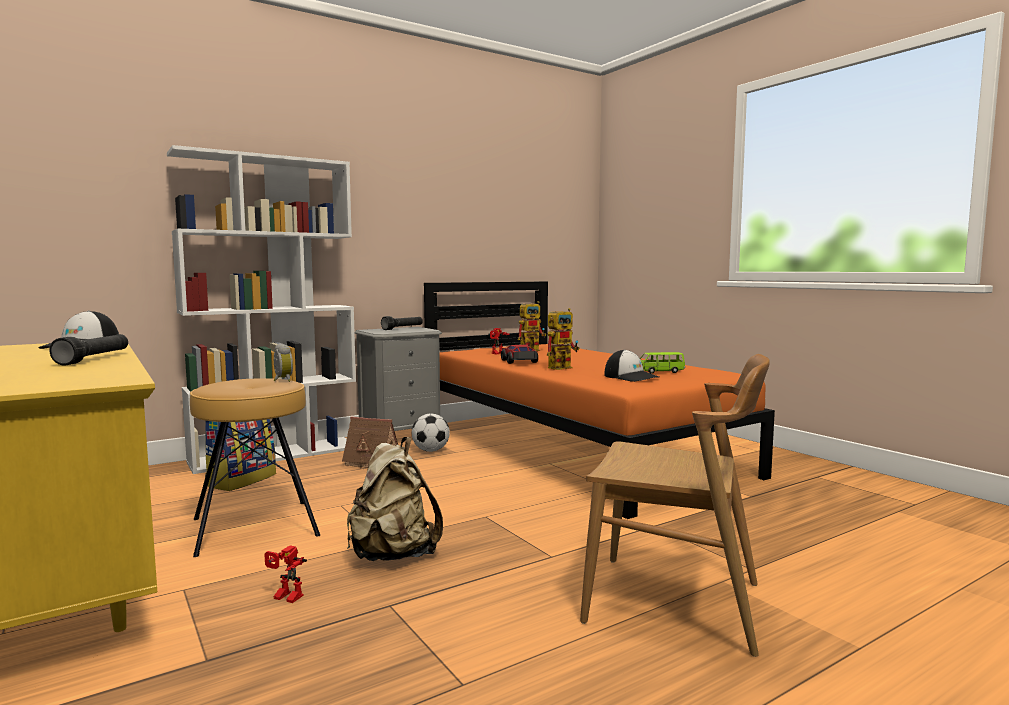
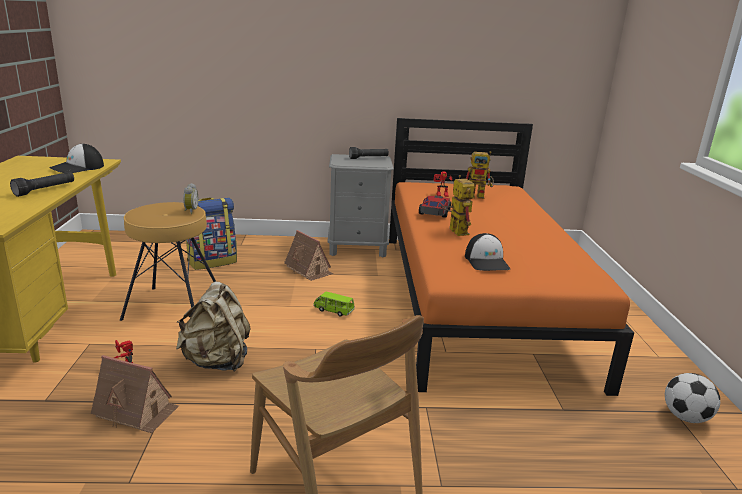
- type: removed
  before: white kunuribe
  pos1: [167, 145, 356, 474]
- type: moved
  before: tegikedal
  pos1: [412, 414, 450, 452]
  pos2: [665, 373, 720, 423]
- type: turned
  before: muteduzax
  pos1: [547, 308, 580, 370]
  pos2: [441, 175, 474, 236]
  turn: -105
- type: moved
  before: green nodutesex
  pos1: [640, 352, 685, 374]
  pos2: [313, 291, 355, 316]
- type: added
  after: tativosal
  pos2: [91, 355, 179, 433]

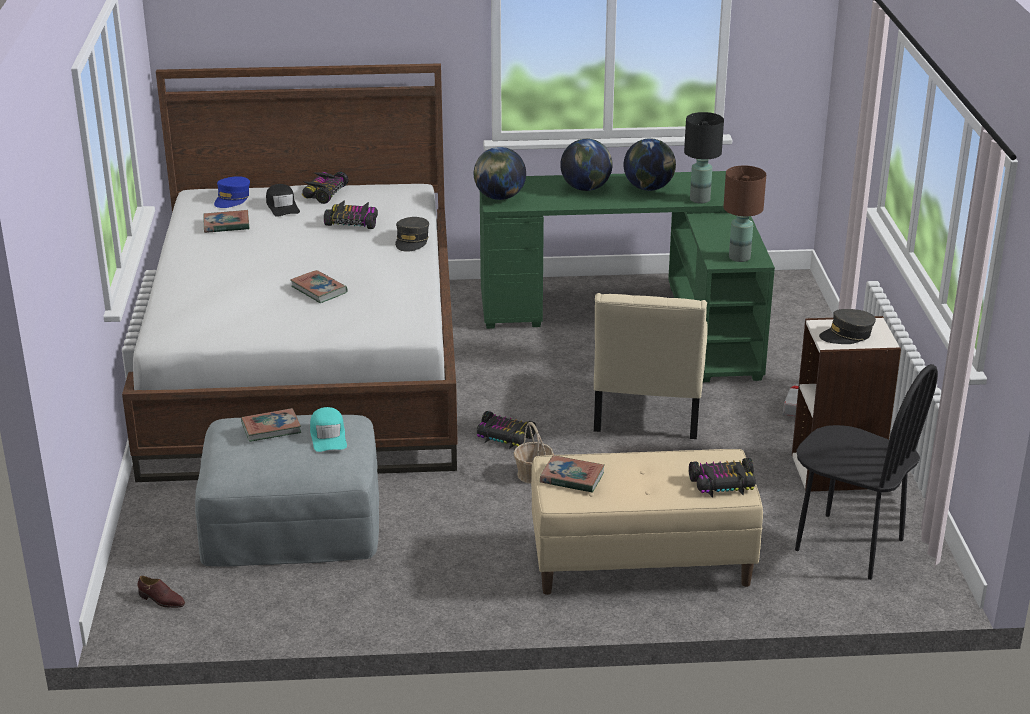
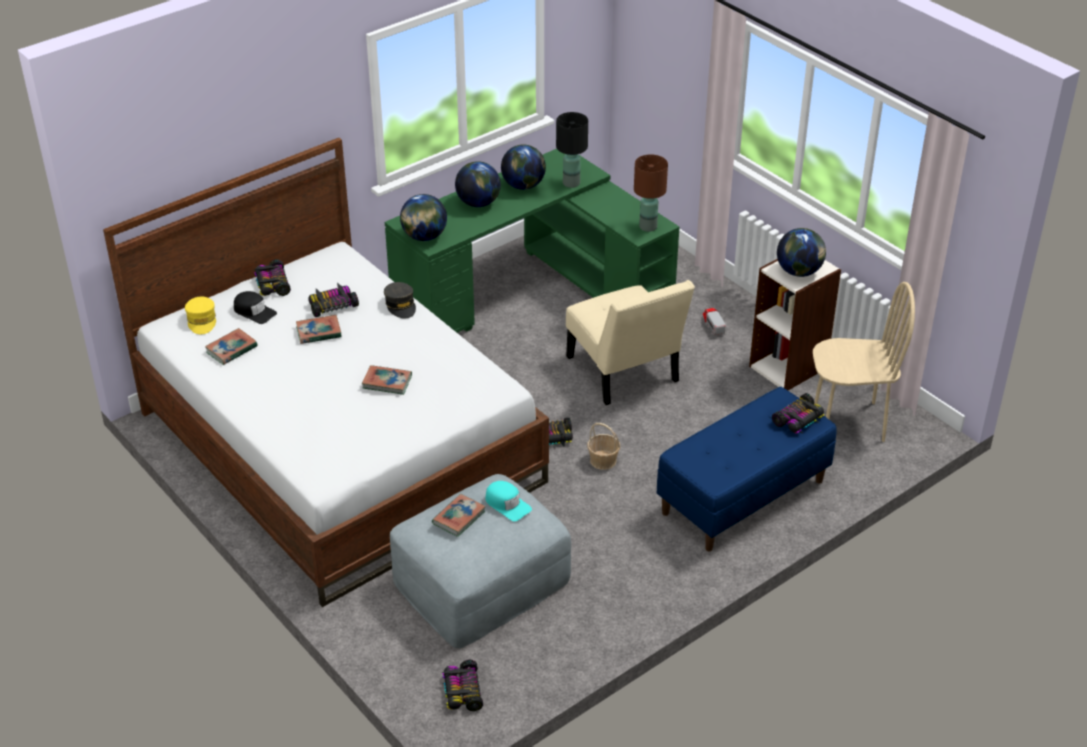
- type: replaced
  before: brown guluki
  after: nodutesex
  pos1: [137, 576, 185, 608]
  pos2: [442, 660, 483, 711]
- type: recoloured
  before: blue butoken
  after: yellow butoken
  pos1: [214, 176, 250, 208]
  pos2: [185, 297, 216, 334]
- type: recoloured
  before: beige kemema
  after: blue kemema
  pos1: [531, 449, 763, 595]
  pos2: [657, 387, 837, 552]
- type: moved
  before: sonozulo
  pos1: [540, 455, 605, 493]
  pos2: [296, 315, 342, 344]
- type: recoloured
  before: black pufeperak
  after: beige pufeperak
  pos1: [795, 364, 938, 580]
  pos2: [813, 282, 915, 442]
- type: replaced
  before: grey butoken
  after: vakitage
  pos1: [819, 309, 876, 344]
  pos2: [777, 228, 826, 277]

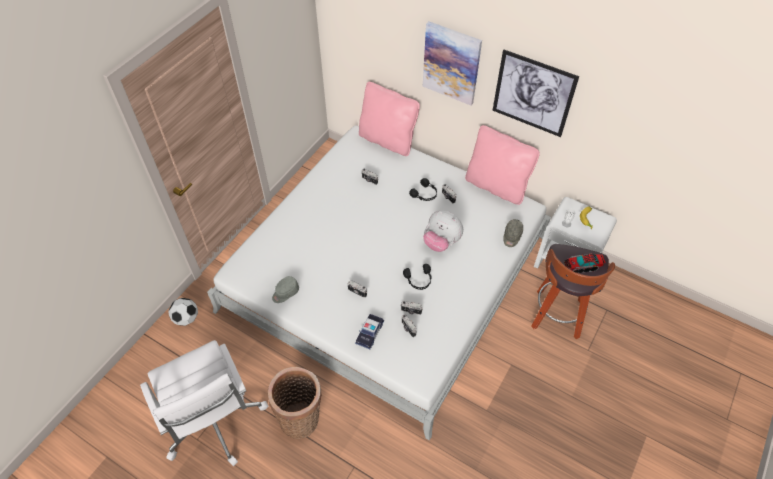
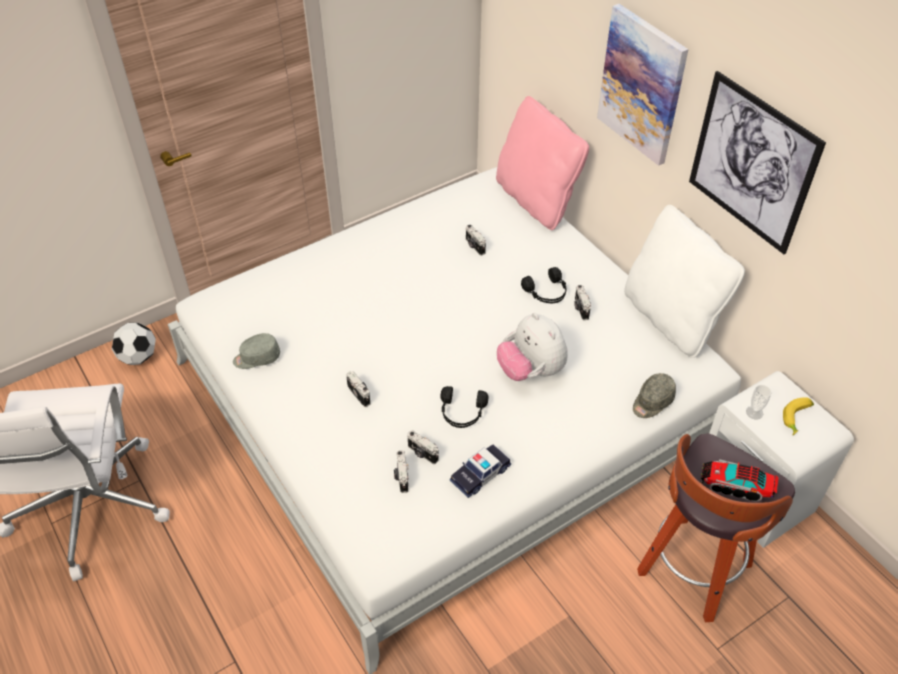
- type: removed
  before: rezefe
  pos1: [268, 367, 322, 439]
- type: moved
  before: nodutesex
  pos1: [355, 314, 384, 349]
  pos2: [450, 445, 511, 498]
- type: recoloured
  before: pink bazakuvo
  after: white bazakuvo
  pos1: [465, 125, 540, 205]
  pos2: [624, 205, 745, 358]

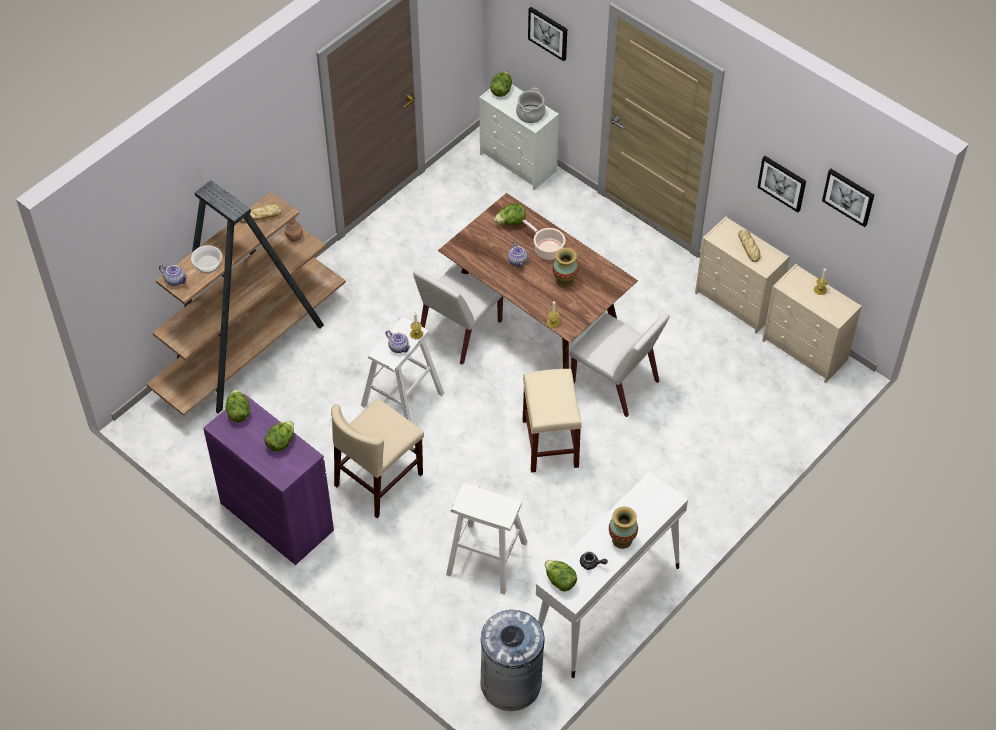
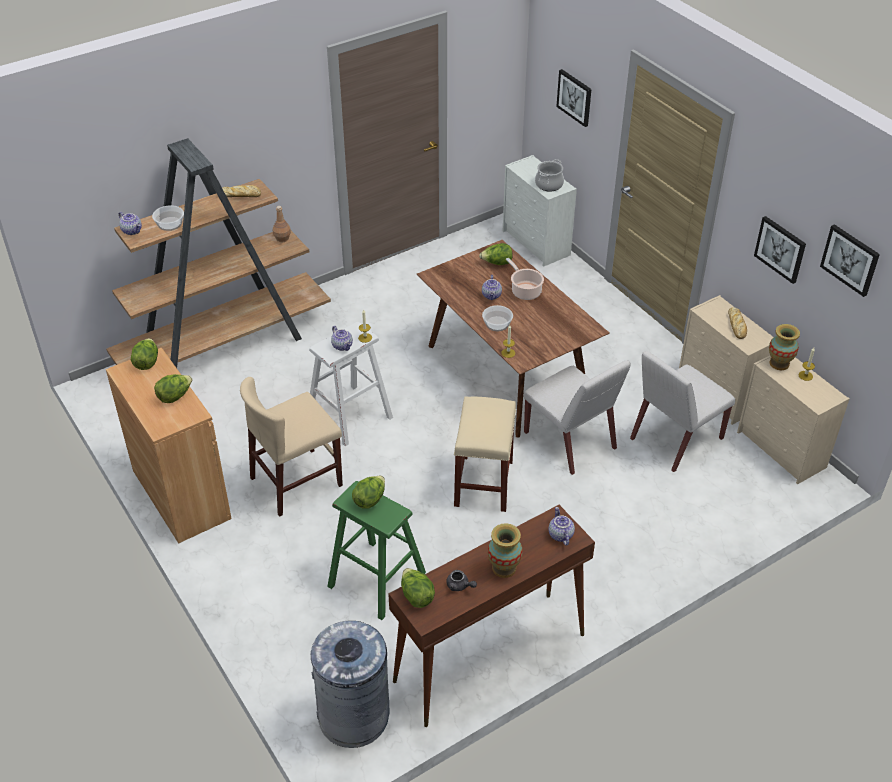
- type: recoloured
  before: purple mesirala
  after: brown mesirala
  pos1: [203, 394, 334, 565]
  pos2: [106, 348, 232, 543]
- type: moved
  before: white pufeperak
  pos1: [413, 263, 503, 365]
  pos2: [630, 351, 735, 472]
- type: recoloured
  before: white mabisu
  after: green mabisu
  pos1: [446, 483, 527, 595]
  pos2: [327, 481, 426, 620]
- type: moved
  before: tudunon
  pos1: [490, 71, 512, 97]
  pos2: [352, 476, 385, 509]
- type: recoloured
  before: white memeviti
  after: brown memeviti
  pos1: [536, 472, 688, 678]
  pos2: [388, 505, 595, 727]
- type: moved
  before: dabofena
  pos1: [552, 248, 579, 288]
  pos2: [769, 324, 800, 370]
- type: added
  after: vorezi
  pos2: [482, 305, 513, 331]
- type: added
  after: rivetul
  pos2: [549, 507, 575, 546]

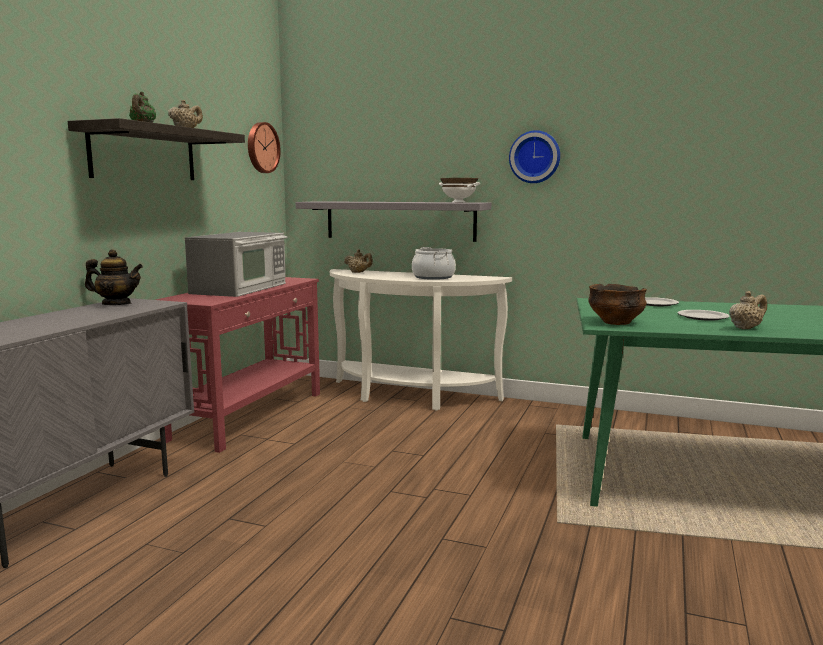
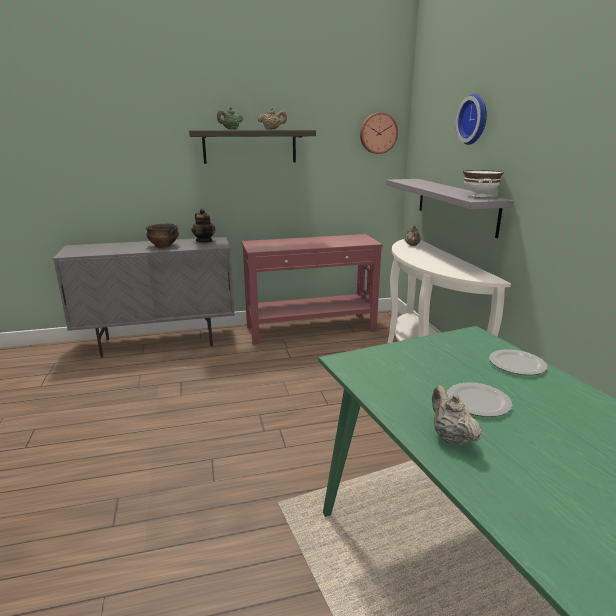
- type: removed
  before: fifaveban
  pos1: [185, 232, 288, 297]
- type: removed
  before: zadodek
  pos1: [412, 247, 456, 280]
- type: moved
  before: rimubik
  pos1: [509, 130, 560, 183]
  pos2: [456, 94, 487, 145]
- type: moved
  before: vorezi
  pos1: [588, 284, 647, 325]
  pos2: [146, 223, 179, 248]
- type: turned
  before: beige rivetul
  pos1: [729, 291, 767, 329]
  pos2: [432, 385, 481, 446]
  turn: -135

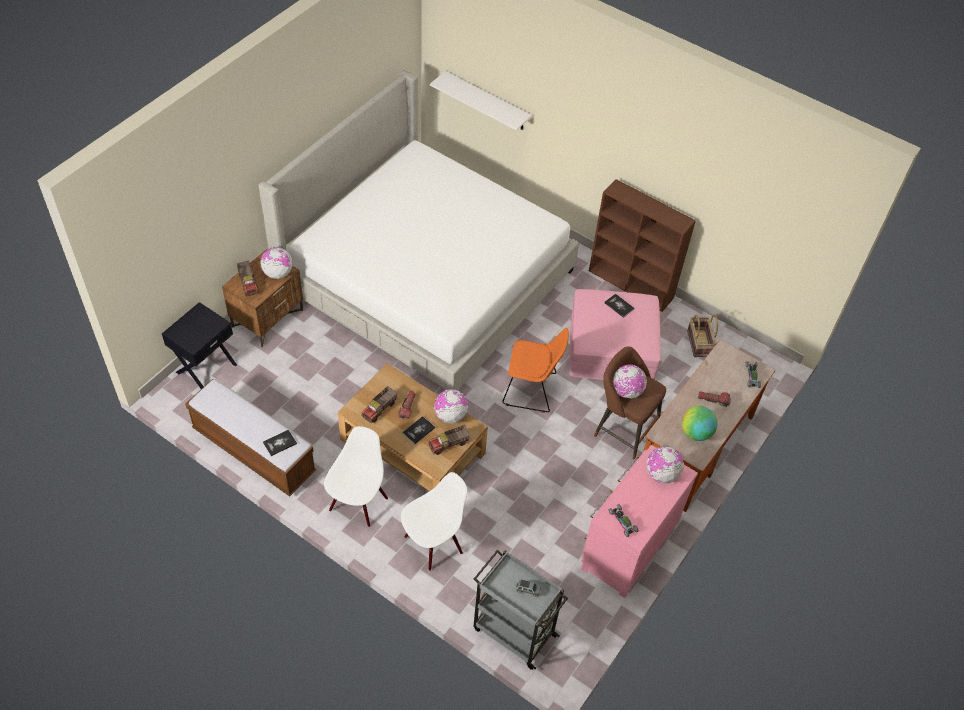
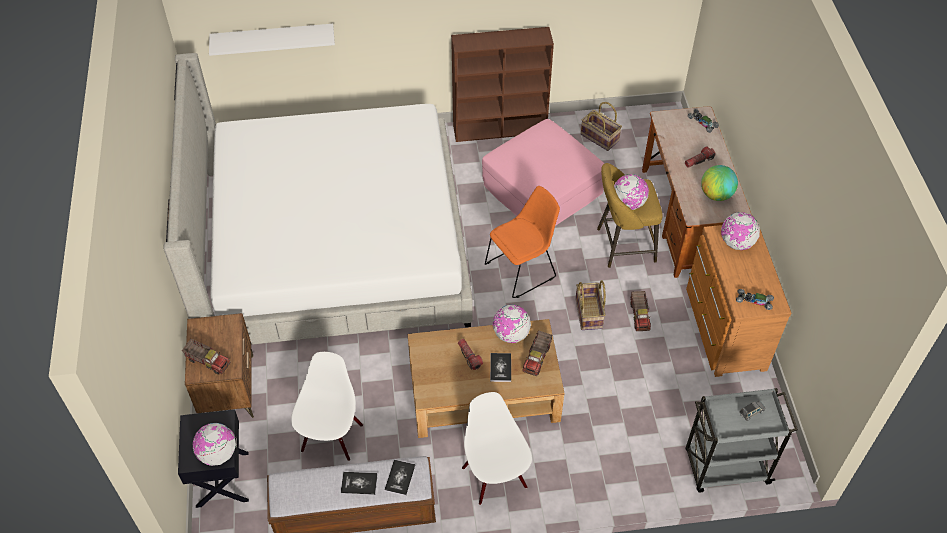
- type: moved
  before: vakitage
  pos1: [260, 247, 293, 279]
  pos2: [193, 423, 236, 466]
- type: moved
  before: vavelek
  pos1: [362, 386, 397, 423]
  pos2: [631, 291, 651, 331]
- type: moved
  before: white pufeperak
  pos1: [401, 472, 467, 571]
  pos2: [291, 352, 363, 461]
- type: recoloured
  before: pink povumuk
  after: brown povumuk
  pos1: [581, 445, 698, 598]
  pos2: [686, 225, 791, 377]
- type: recoloured
  before: brown mabisu
  after: yellow mabisu
  pos1: [594, 346, 666, 460]
  pos2: [597, 163, 663, 268]
- type: moved
  before: sonozulo
  pos1: [604, 293, 634, 318]
  pos2: [341, 472, 378, 495]
- type: added
  after: rezefe
  pos2: [575, 280, 606, 330]

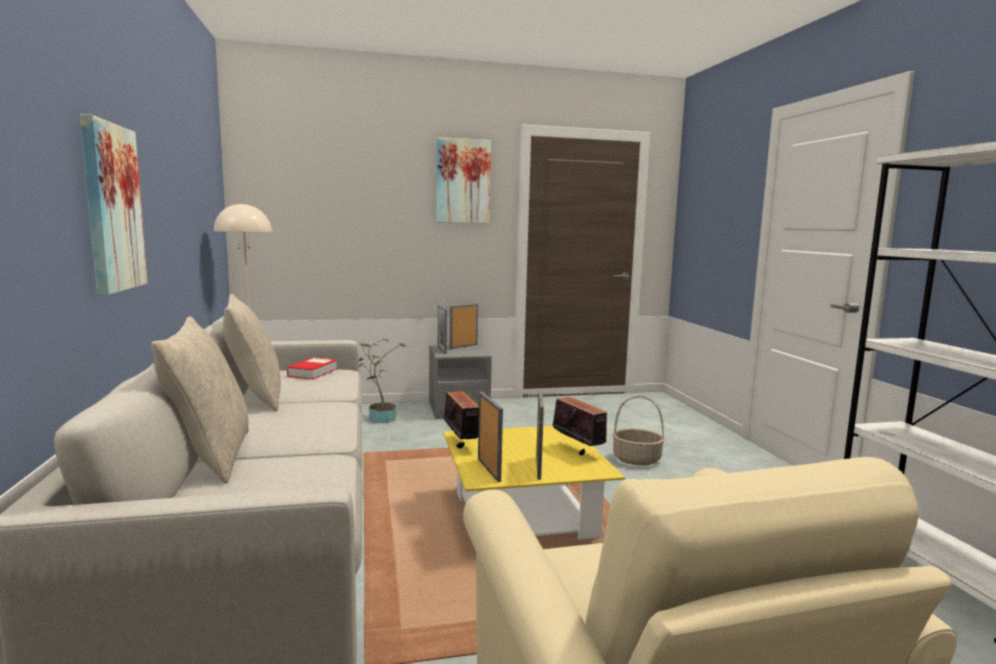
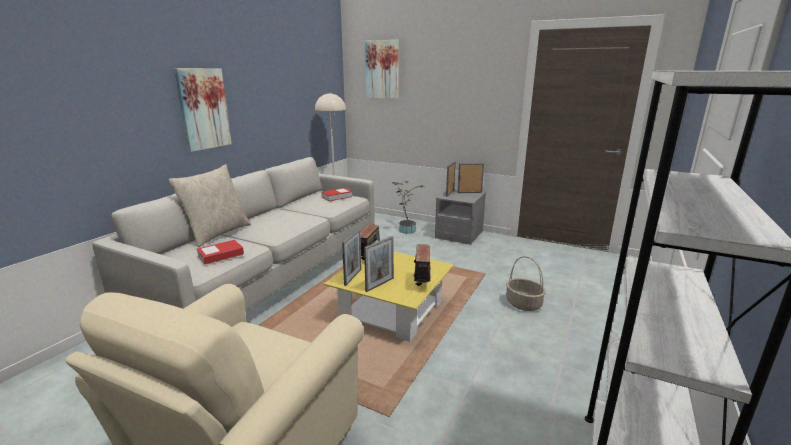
- type: removed
  before: beige bazakuvo
  pos1: [223, 294, 281, 411]
- type: moved
  before: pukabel
  pos1: [436, 137, 491, 224]
  pos2: [365, 40, 399, 99]
- type: added
  after: sonozulo
  pos2: [197, 240, 244, 264]

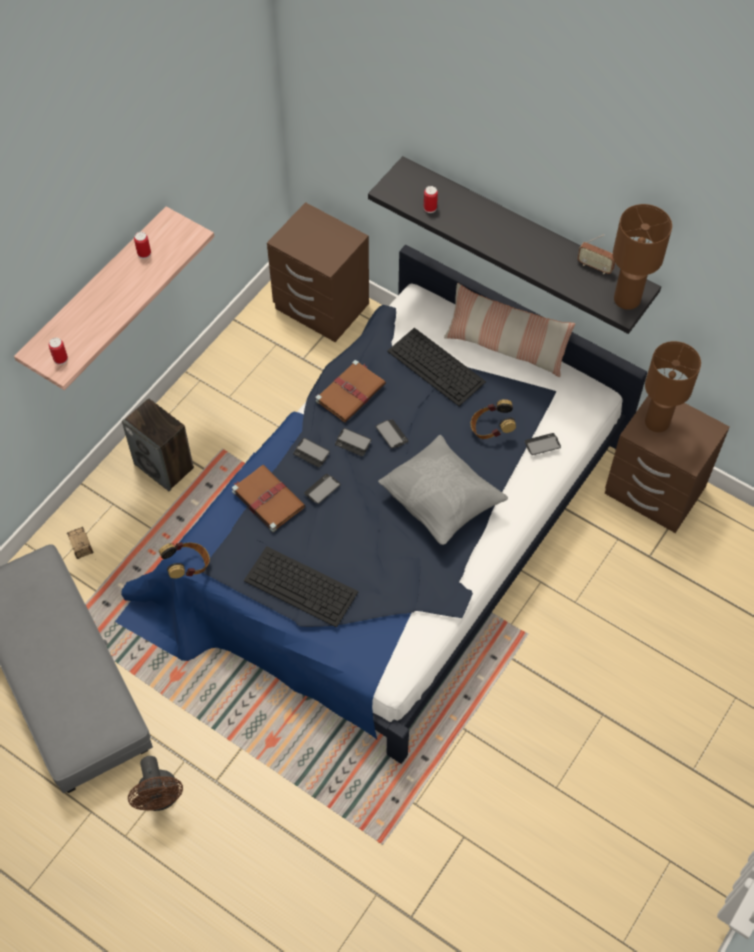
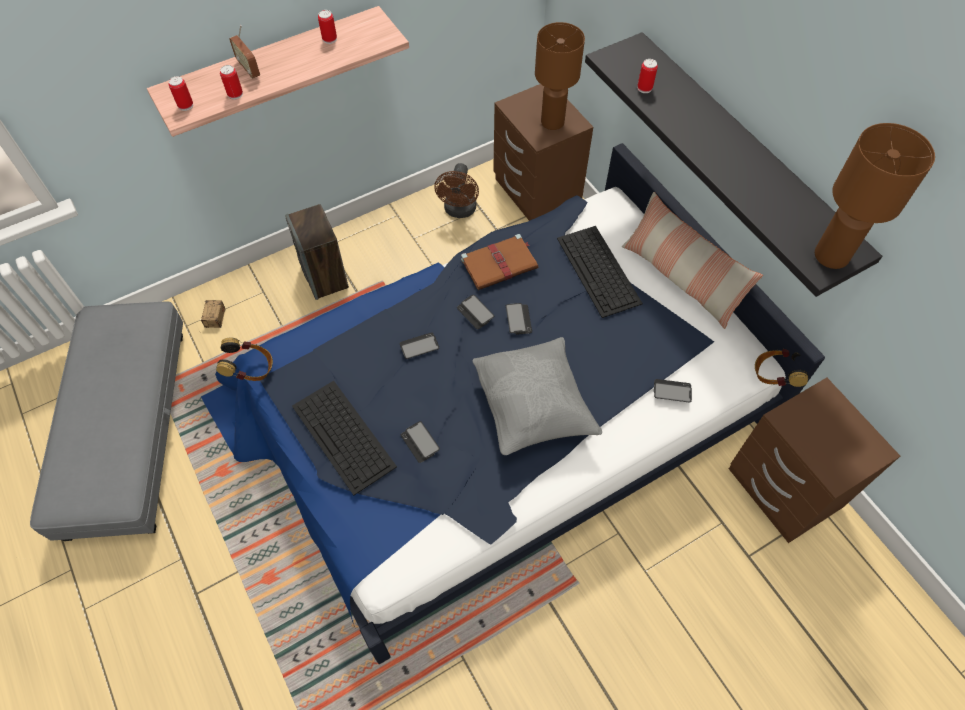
- type: moved
  before: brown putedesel
  pos1: [128, 756, 183, 811]
  pos2: [434, 163, 479, 218]
- type: removed
  before: brown sonozulo
  pos1: [232, 465, 306, 532]
- type: moved
  before: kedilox
  pos1: [293, 438, 330, 468]
  pos2: [401, 421, 440, 463]
- type: moved
  before: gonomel
  pos1: [470, 399, 516, 439]
  pos2: [755, 349, 809, 387]
- type: moved
  before: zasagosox
  pos1: [577, 234, 615, 275]
  pos2: [229, 25, 260, 79]
- type: moved
  before: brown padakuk
  pos1: [645, 341, 701, 432]
  pos2: [535, 22, 585, 130]
- type: added
  after: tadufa
  pos2: [220, 65, 243, 100]

